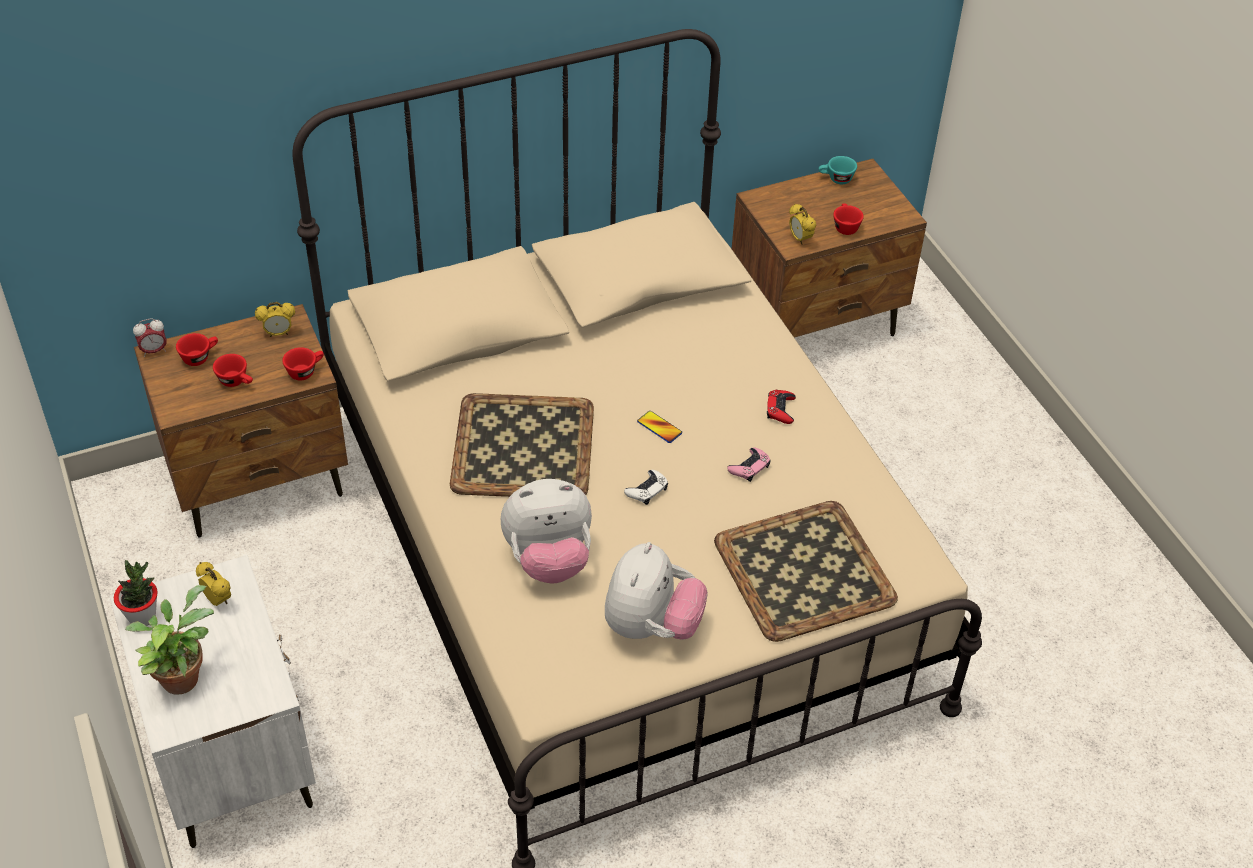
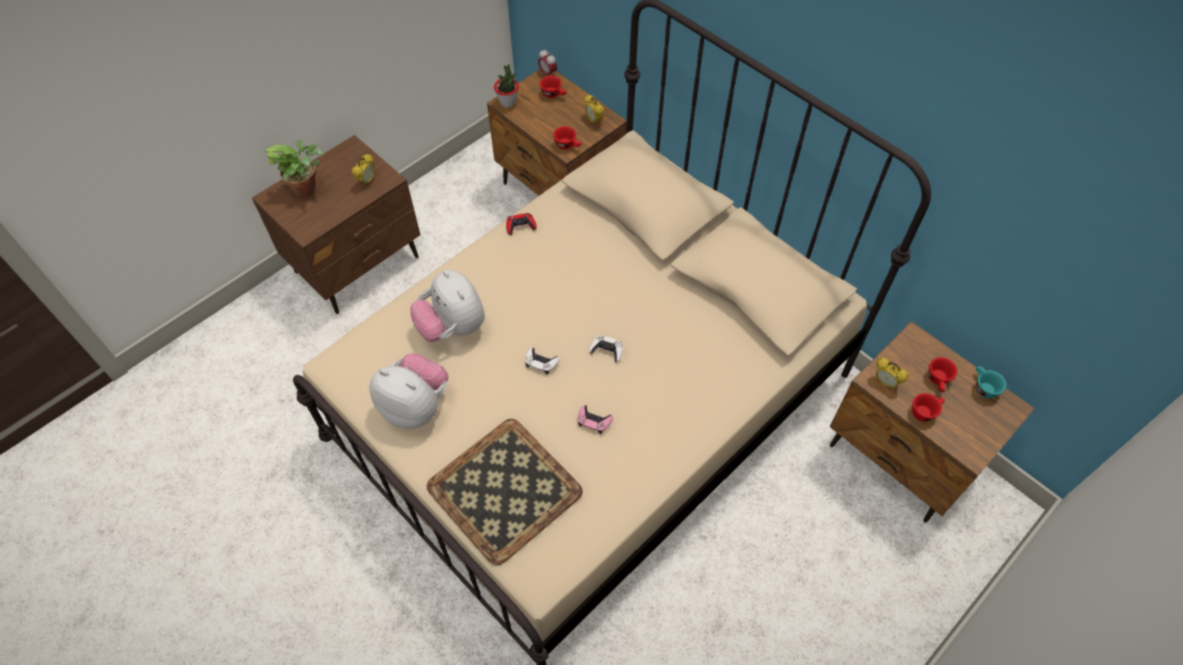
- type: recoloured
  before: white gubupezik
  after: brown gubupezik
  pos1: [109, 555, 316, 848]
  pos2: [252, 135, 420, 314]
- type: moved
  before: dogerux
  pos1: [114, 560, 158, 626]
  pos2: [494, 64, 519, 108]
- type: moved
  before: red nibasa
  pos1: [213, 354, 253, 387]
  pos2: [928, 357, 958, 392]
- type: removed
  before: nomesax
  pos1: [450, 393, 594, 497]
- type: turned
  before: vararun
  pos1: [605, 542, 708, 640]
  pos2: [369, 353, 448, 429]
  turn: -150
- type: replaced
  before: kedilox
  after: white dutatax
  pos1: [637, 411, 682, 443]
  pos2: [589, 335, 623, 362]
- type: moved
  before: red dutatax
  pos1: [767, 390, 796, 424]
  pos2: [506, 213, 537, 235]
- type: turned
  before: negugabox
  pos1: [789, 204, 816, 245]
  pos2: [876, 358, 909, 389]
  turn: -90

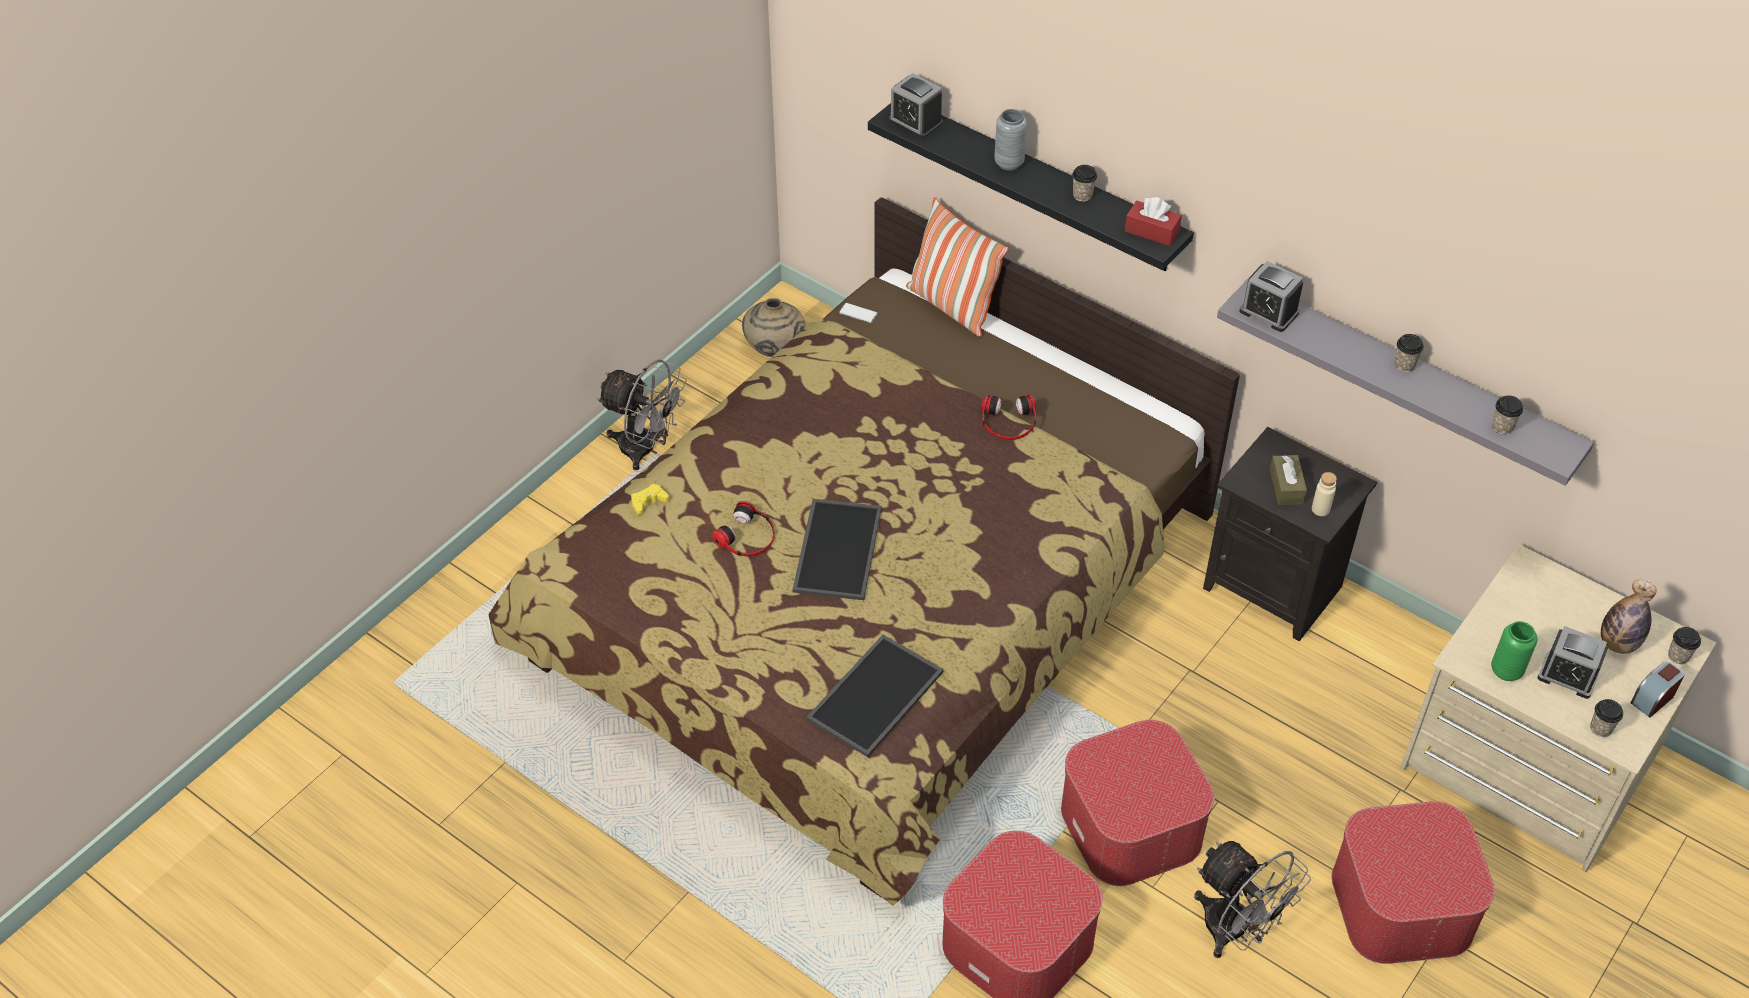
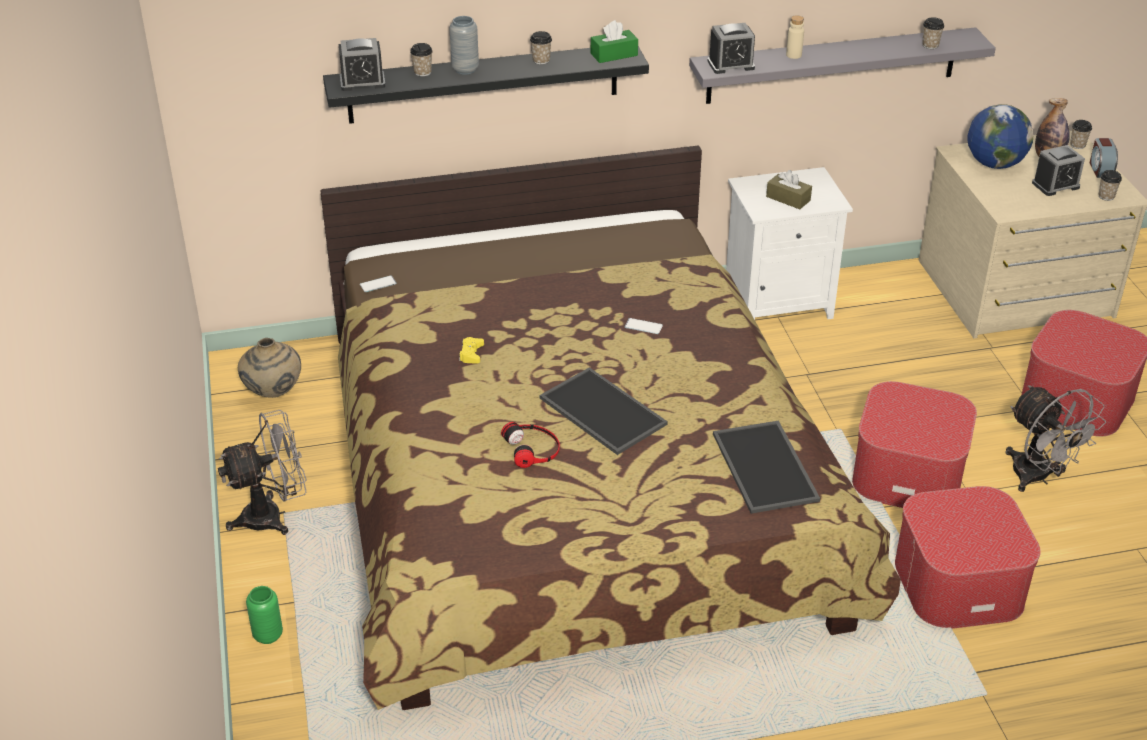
- type: moved
  before: yellow dutatax
  pos1: [631, 484, 669, 515]
  pos2: [459, 337, 484, 364]
- type: removed
  before: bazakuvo
  pos1: [906, 197, 1009, 337]
- type: removed
  before: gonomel
  pos1: [982, 394, 1036, 440]
- type: recoloured
  before: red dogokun
  after: green dogokun
  pos1: [1125, 197, 1182, 246]
  pos2: [591, 20, 638, 63]
- type: turned
  before: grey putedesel
  pos1: [1194, 841, 1311, 958]
  pos2: [1005, 385, 1106, 492]
  turn: 60
- type: recoloured
  before: black gubupezik
  after: white gubupezik
  pos1: [1203, 427, 1377, 641]
  pos2: [726, 167, 853, 320]
- type: moved
  before: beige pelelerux
  pos1: [1312, 472, 1337, 516]
  pos2: [786, 15, 804, 59]
- type: moved
  before: nibasa
  pos1: [1394, 334, 1424, 372]
  pos2: [410, 43, 433, 77]
- type: moved
  before: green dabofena
  pos1: [1491, 621, 1538, 681]
  pos2: [246, 586, 283, 644]
- type: added
  after: kedilox
  pos2: [625, 318, 663, 334]
- type: added
  after: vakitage
  pos2: [967, 104, 1033, 169]

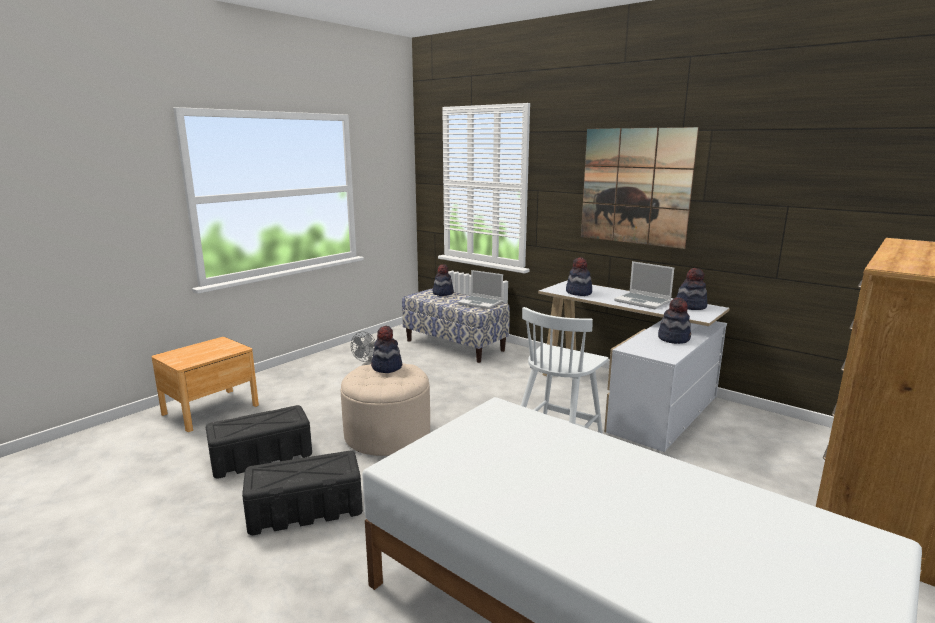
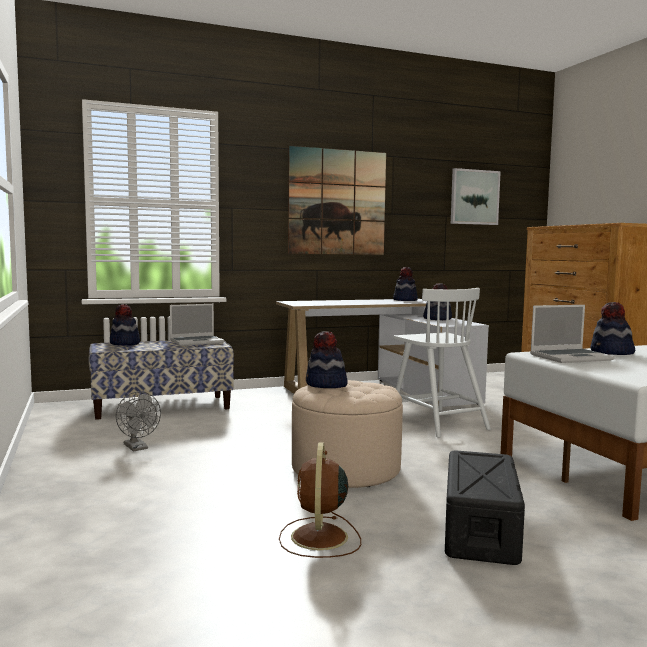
- type: removed
  before: brown gubupezik
  pos1: [151, 337, 259, 432]
- type: replaced
  before: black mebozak
  after: brown putedesel
  pos1: [206, 405, 312, 479]
  pos2: [279, 442, 361, 558]
- type: moved
  before: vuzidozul
  pos1: [566, 257, 592, 296]
  pos2: [590, 302, 635, 355]
- type: moved
  before: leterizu
  pos1: [614, 261, 674, 309]
  pos2: [530, 305, 615, 363]
- type: added
  after: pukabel
  pos2: [451, 168, 501, 225]

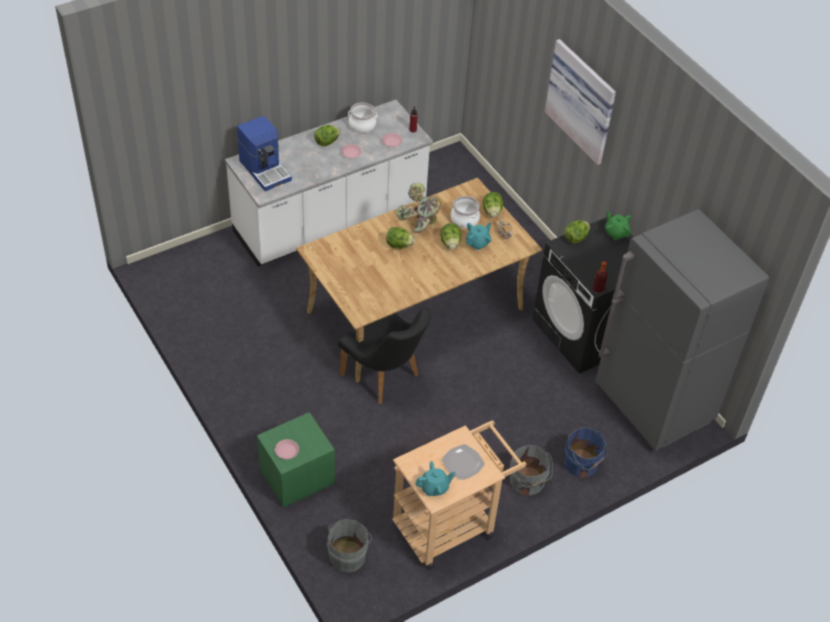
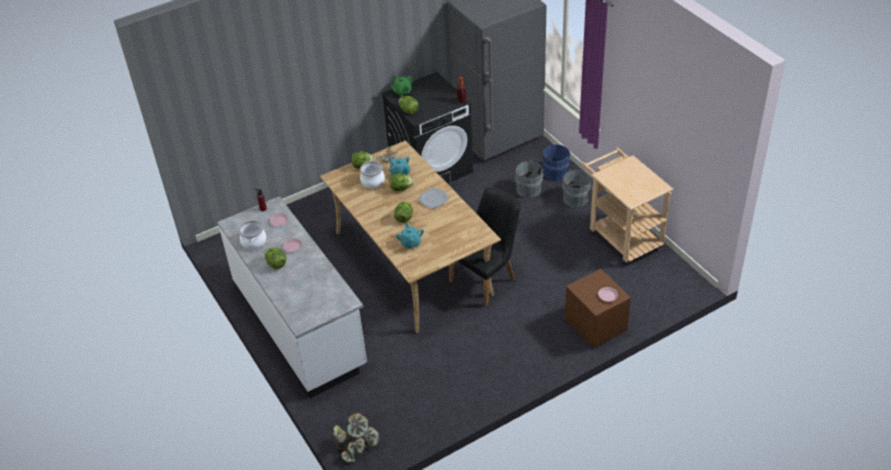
- type: removed
  before: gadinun
  pos1: [237, 116, 292, 191]
- type: recoloured
  before: green gubupezik
  after: brown gubupezik
  pos1: [257, 412, 335, 507]
  pos2: [565, 269, 631, 348]
- type: moved
  before: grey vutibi
  pos1: [327, 519, 372, 572]
  pos2: [513, 160, 543, 198]
- type: moved
  before: dogerux
  pos1: [396, 182, 441, 233]
  pos2: [333, 413, 380, 462]
- type: moved
  before: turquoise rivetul
  pos1: [415, 461, 456, 496]
  pos2: [396, 222, 424, 249]
- type: moved
  before: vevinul
  pos1: [442, 444, 485, 480]
  pos2: [418, 188, 449, 209]
- type: removed
  before: pukabel
  pos1: [545, 39, 616, 165]

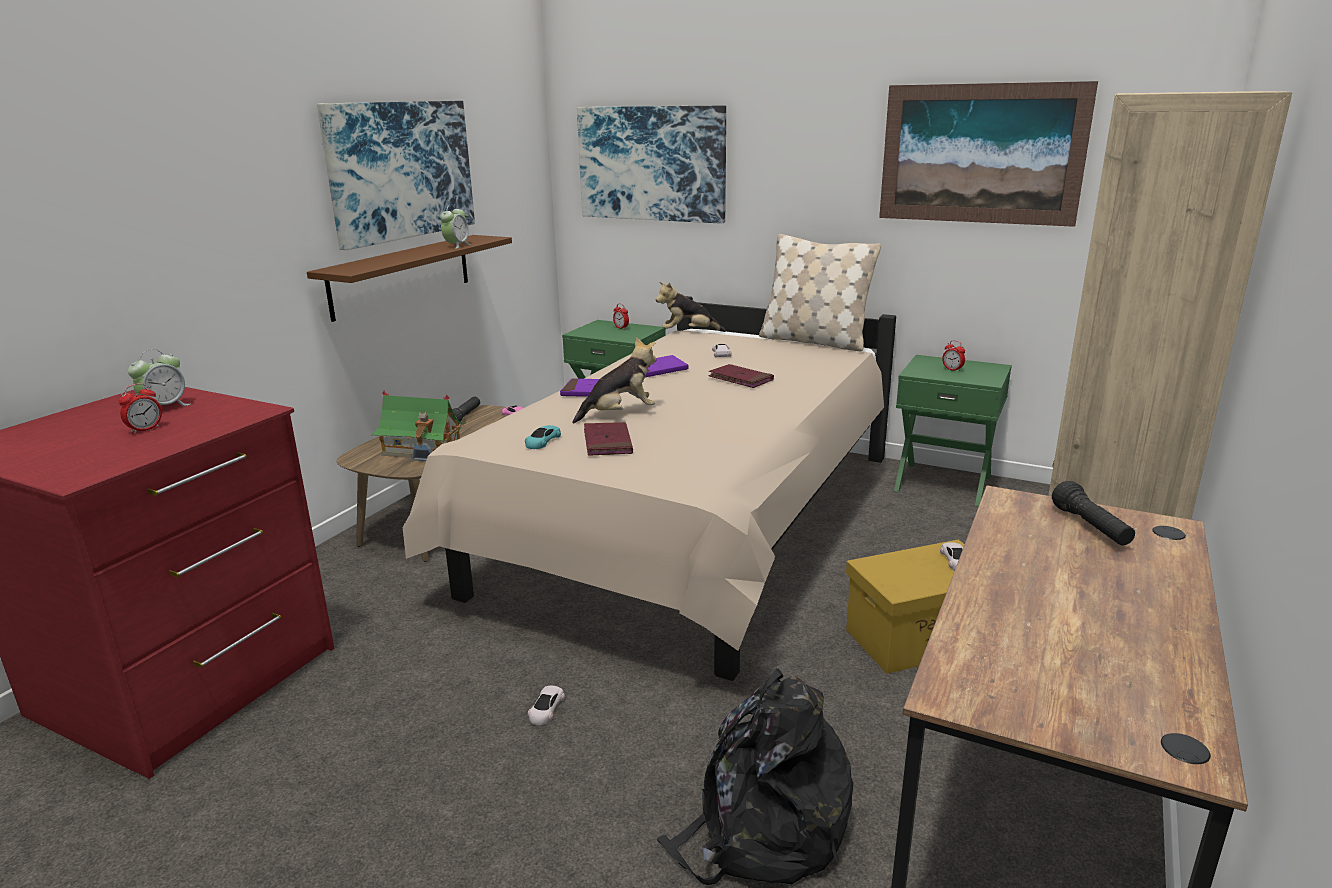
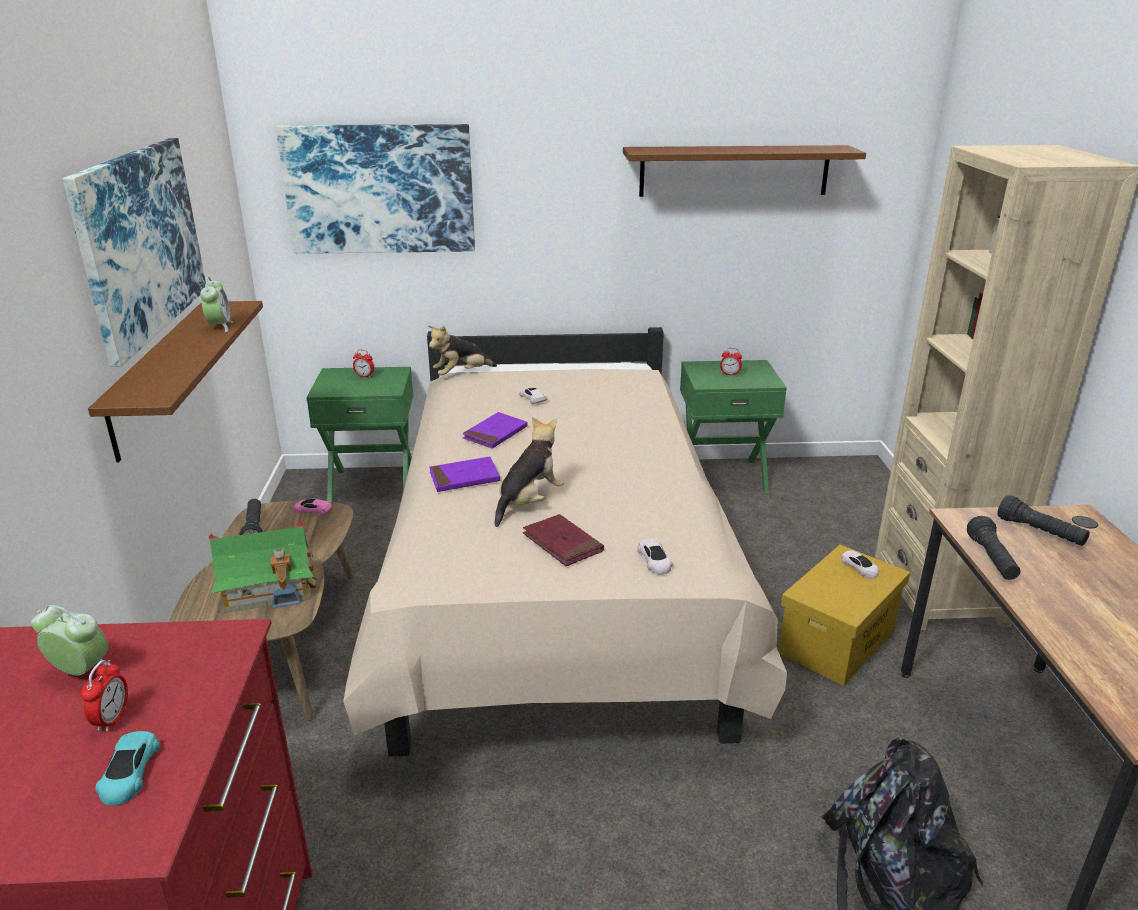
- type: turned
  before: negugabox
  pos1: [128, 349, 190, 406]
  pos2: [31, 605, 108, 675]
  turn: -75
- type: moved
  before: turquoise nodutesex
  pos1: [525, 425, 561, 449]
  pos2: [95, 731, 160, 806]
- type: moved
  before: white nodutesex
  pos1: [528, 686, 565, 725]
  pos2: [637, 539, 673, 574]
- type: removed
  before: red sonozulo
  pos1: [708, 364, 774, 388]
- type: removed
  before: beige bazakuvo
  pos1: [759, 234, 881, 351]
- type: replaced
  before: pukabel
  after: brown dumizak
  pos1: [879, 81, 1098, 227]
  pos2: [623, 145, 866, 197]
- type: added
  after: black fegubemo
  pos2: [967, 516, 1021, 580]

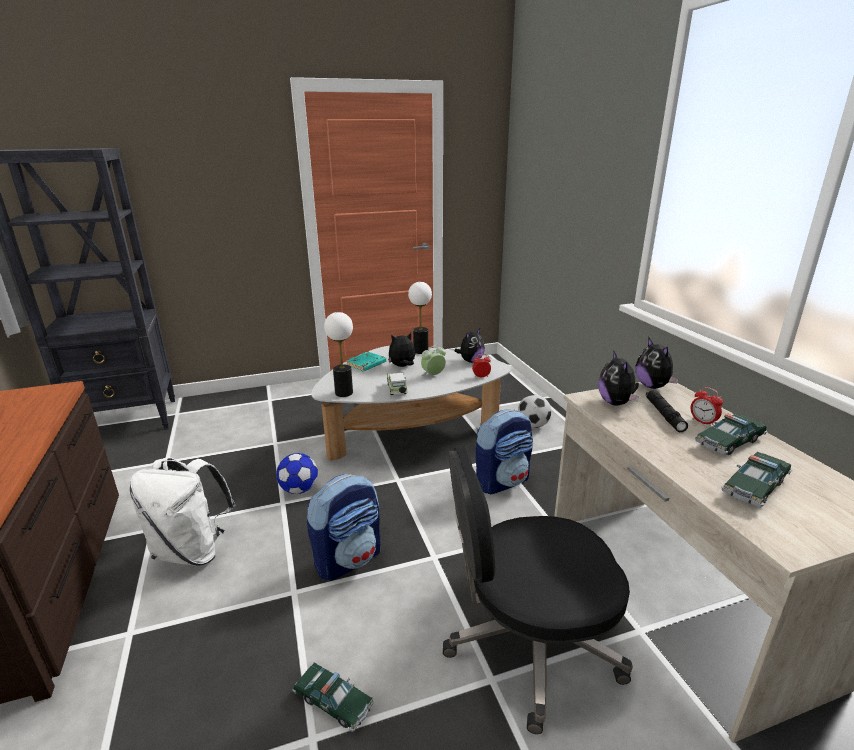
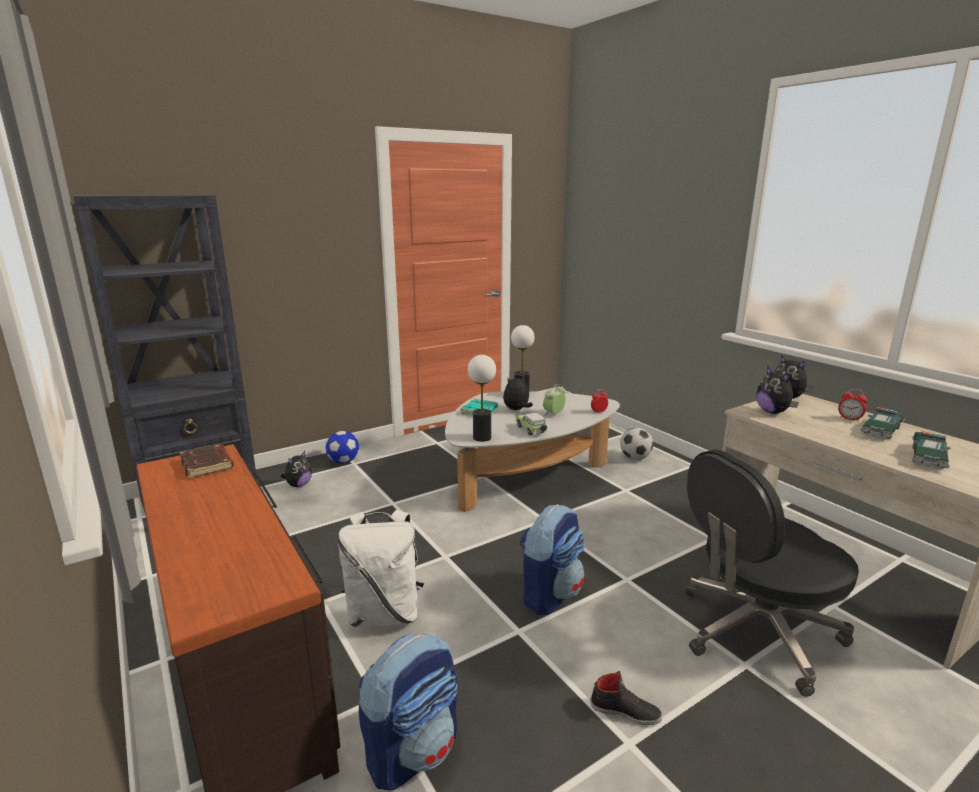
- type: moved
  before: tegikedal
  pos1: [276, 453, 318, 494]
  pos2: [326, 431, 359, 464]
- type: replaced
  before: nodutesex
  after: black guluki
  pos1: [292, 663, 374, 732]
  pos2: [590, 671, 662, 725]
- type: moved
  before: vararun
  pos1: [455, 328, 485, 363]
  pos2: [281, 451, 312, 487]
- type: moved
  before: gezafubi
  pos1: [475, 409, 533, 494]
  pos2: [359, 633, 458, 791]
- type: removed
  before: black fegubemo
  pos1: [646, 390, 688, 432]
- type: added
  after: brown sonozulo
  pos2: [180, 444, 234, 478]

